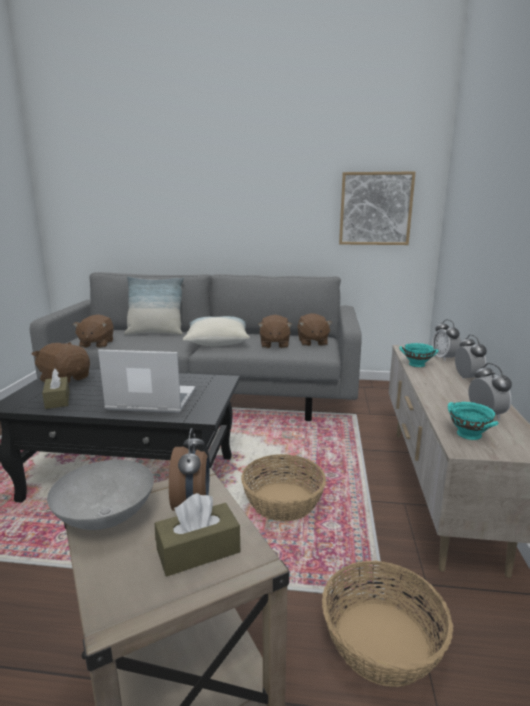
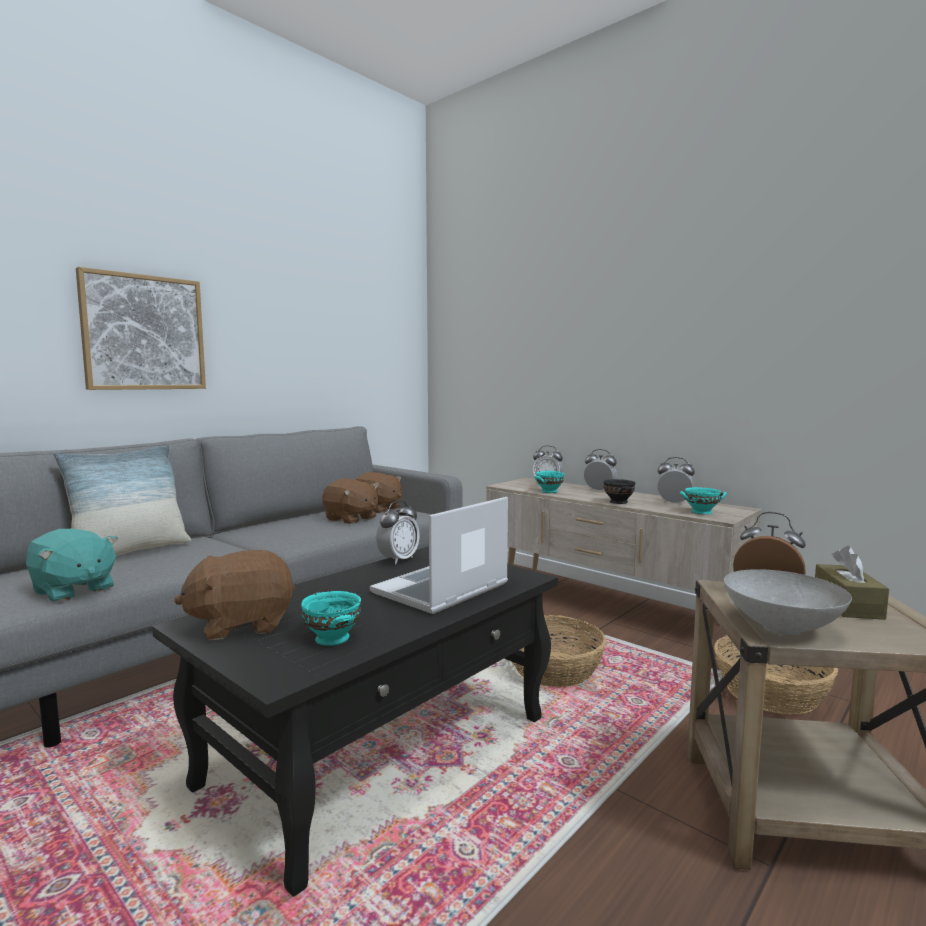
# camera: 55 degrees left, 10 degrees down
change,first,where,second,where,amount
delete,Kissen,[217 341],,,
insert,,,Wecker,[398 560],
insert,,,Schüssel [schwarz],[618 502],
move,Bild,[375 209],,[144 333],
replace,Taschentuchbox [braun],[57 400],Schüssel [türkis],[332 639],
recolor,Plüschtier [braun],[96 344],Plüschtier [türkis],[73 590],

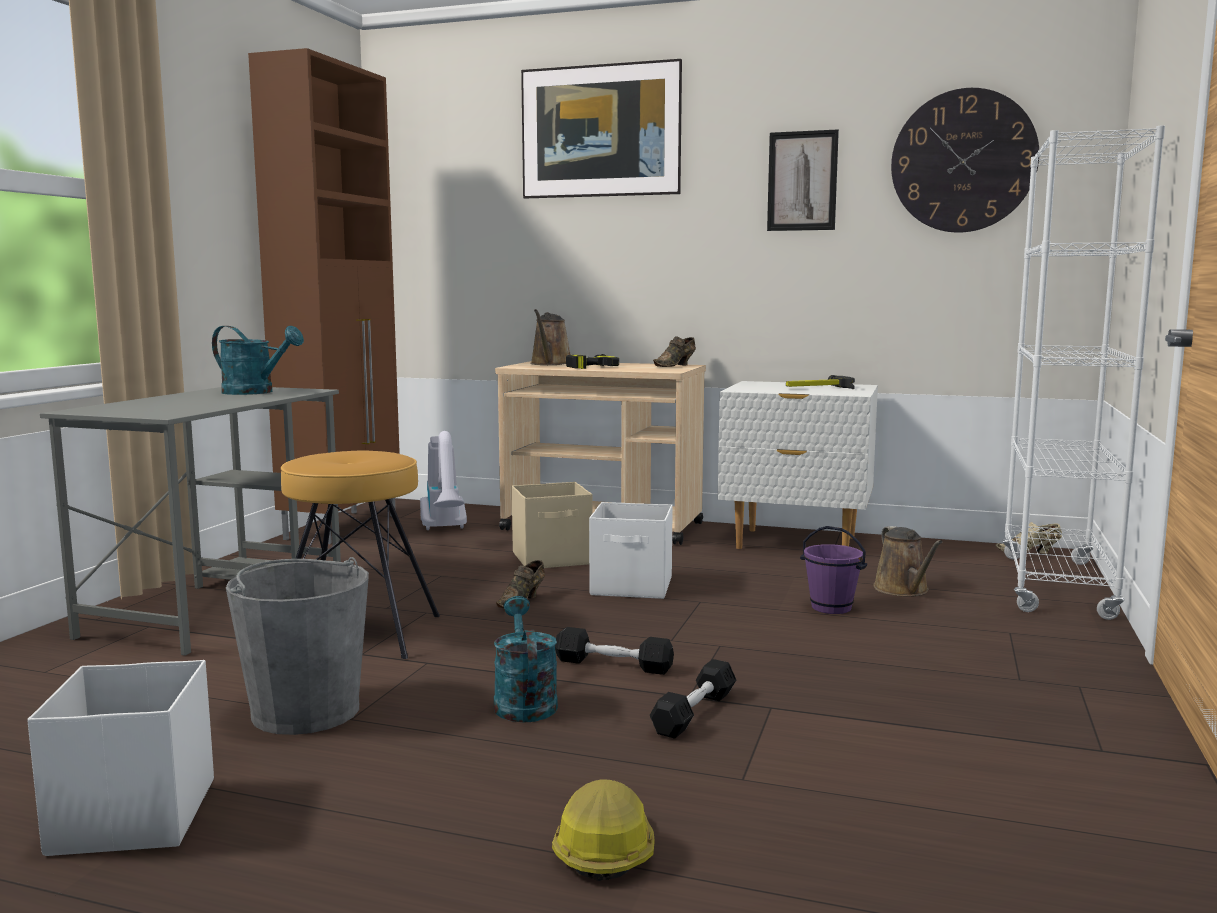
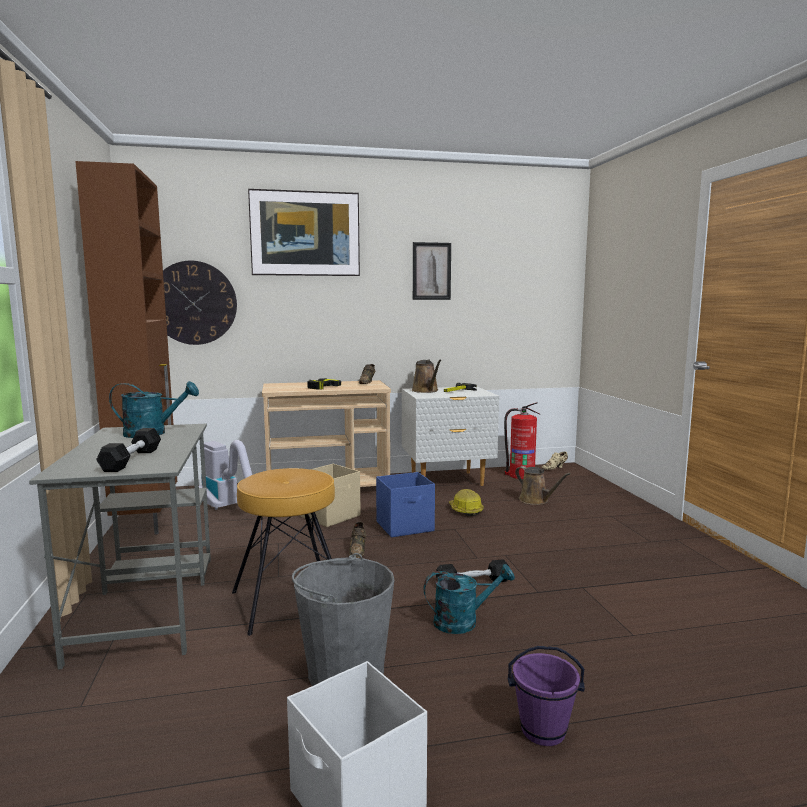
# camera: 30 degrees left, 0 degrees up
change,first,where,second,where,amount
delete,Bücherregal [weiß],[1056 586],,,
insert,,,Feuerlöscher,[521 475],
move,Gießkanne [braun],[550 364],,[426 391],
move,Schutzhelm,[604 848],,[465 510],
move,Hantel [schwarz],[694 713],,[131 460],
move,Eimer [lila],[831 607],,[543 730],
move,Wanduhr,[963 161],,[194 303],
recolor,Aufbewahrungsbox [weiß],[633 587],Aufbewahrungsbox [blau],[405 526],
rotate,Gießkanne [türkis],[523 701],,[463 621],120 degrees clockwise

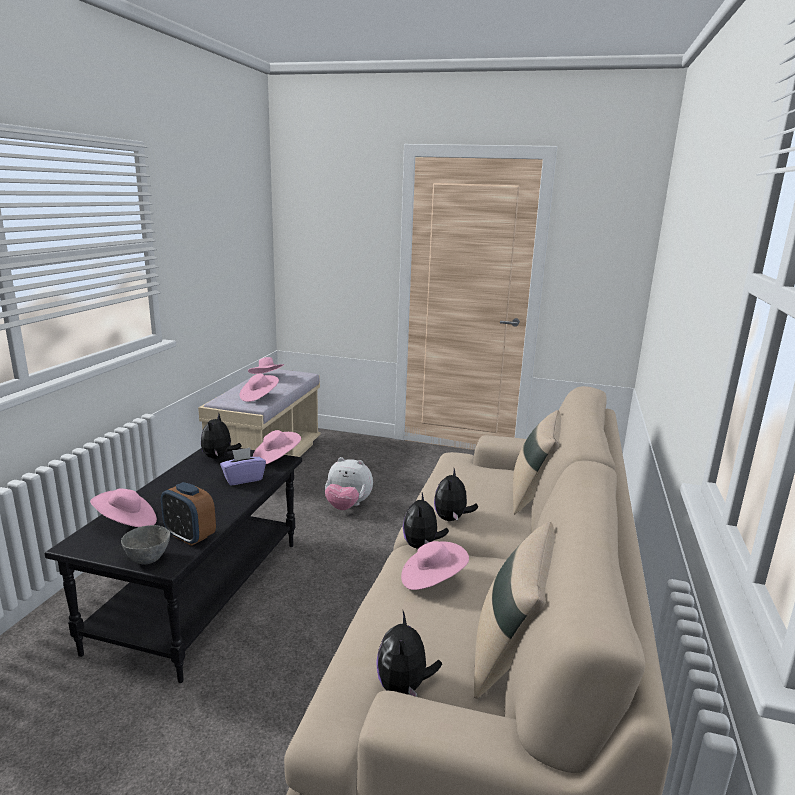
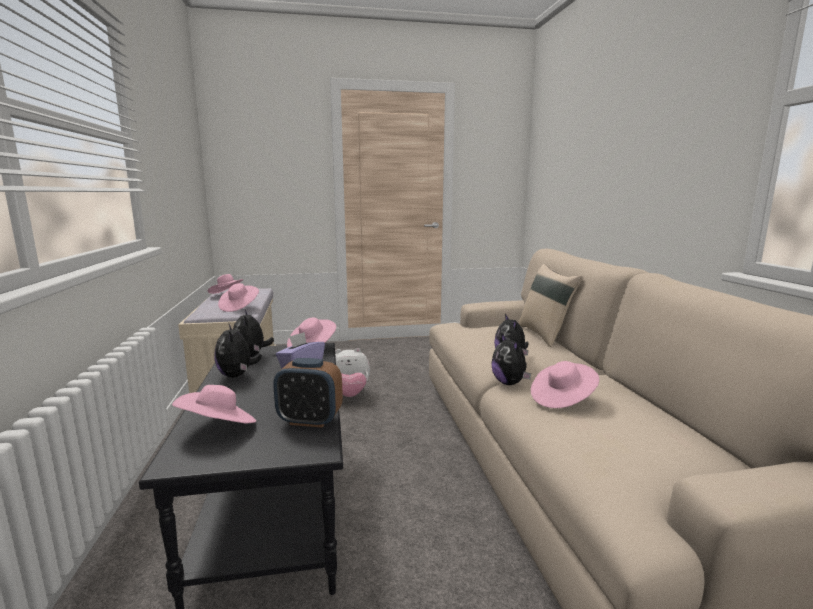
# camera: 25 degrees left, 5 degrees down
change,first,where,second,where,amount
delete,Schüssel [grau],[147 559],,,
delete,Kissen [beige],[511 657],,,
move,Plüschtier,[404 687],,[237 375],

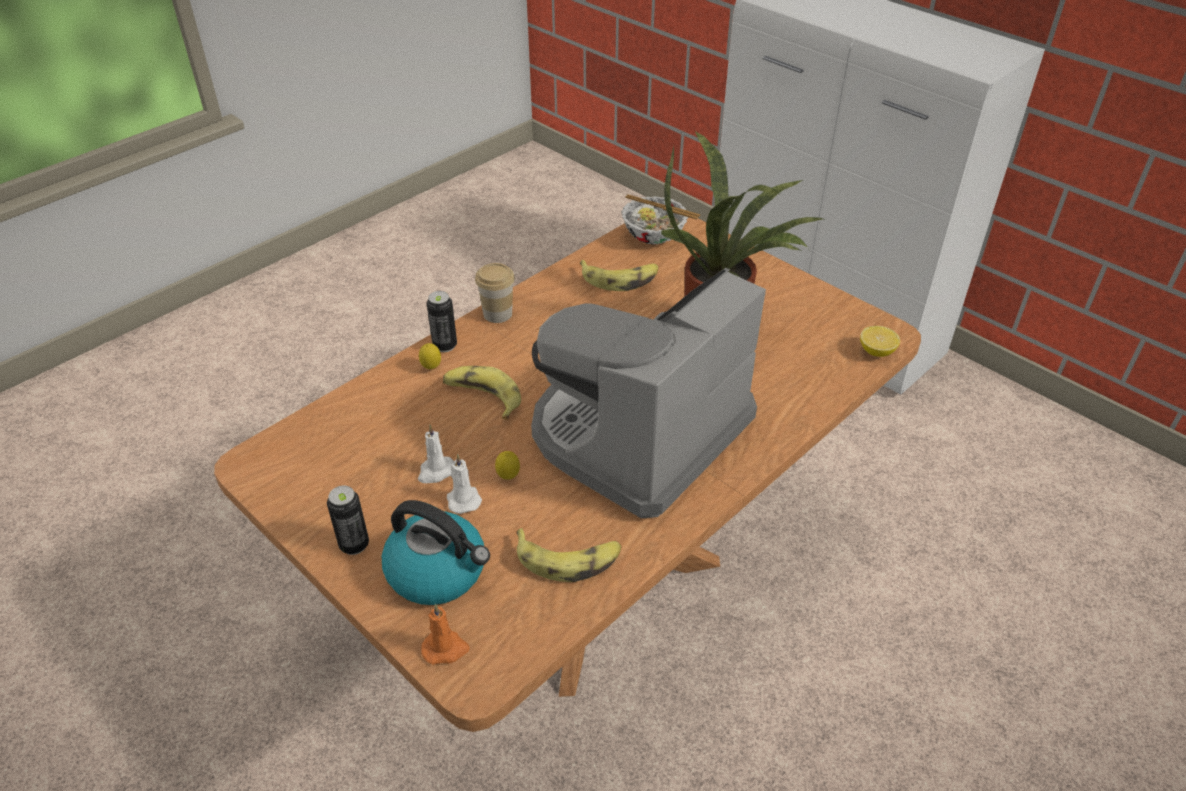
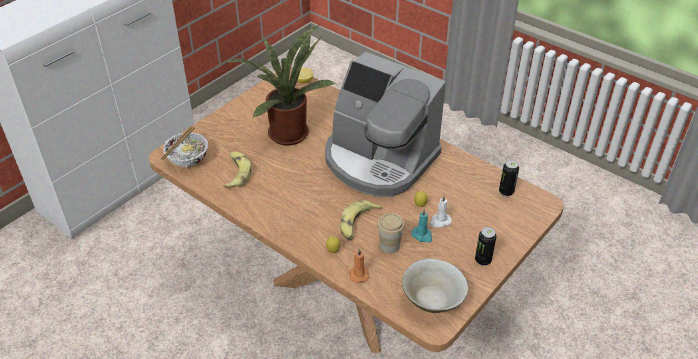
# camera: 95 degrees left, 0 degrees up
change,first,where,second,where,amount
delete,Wasserkessel,[438 571],,,
delete,Banane,[569 559],,,
insert,,,Schüssel [beige],[433 299],
move,Kerze [orange],[446 649],,[358 274],
move,Dose,[445 345],,[506 192],
move,Tasse,[497 314],,[389 245],
recolor,Kerze [weiß],[435 472],Kerze [türkis],[422 235],

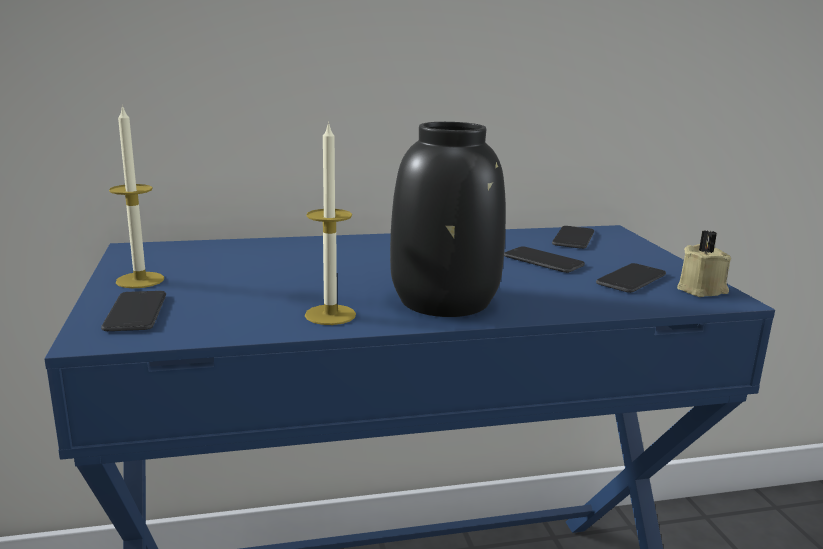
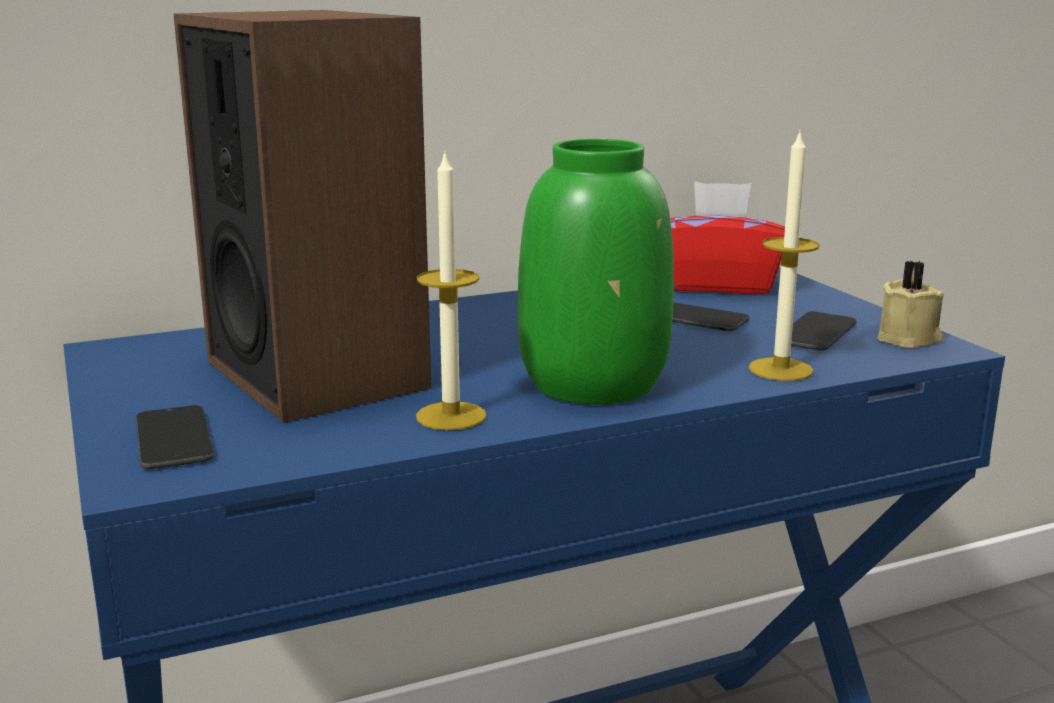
# camera: 10 degrees left, 0 degrees up
change,first,where,second,where,amount
insert,,,Lautsprecher,[317 374],
move,Kerze,[140 280],,[780 369],
replace,Handy,[573 238],Taschentuchbox [rot],[716 284],
recolor,Vase [schwarz],[443 302],Vase [grün],[592 384],

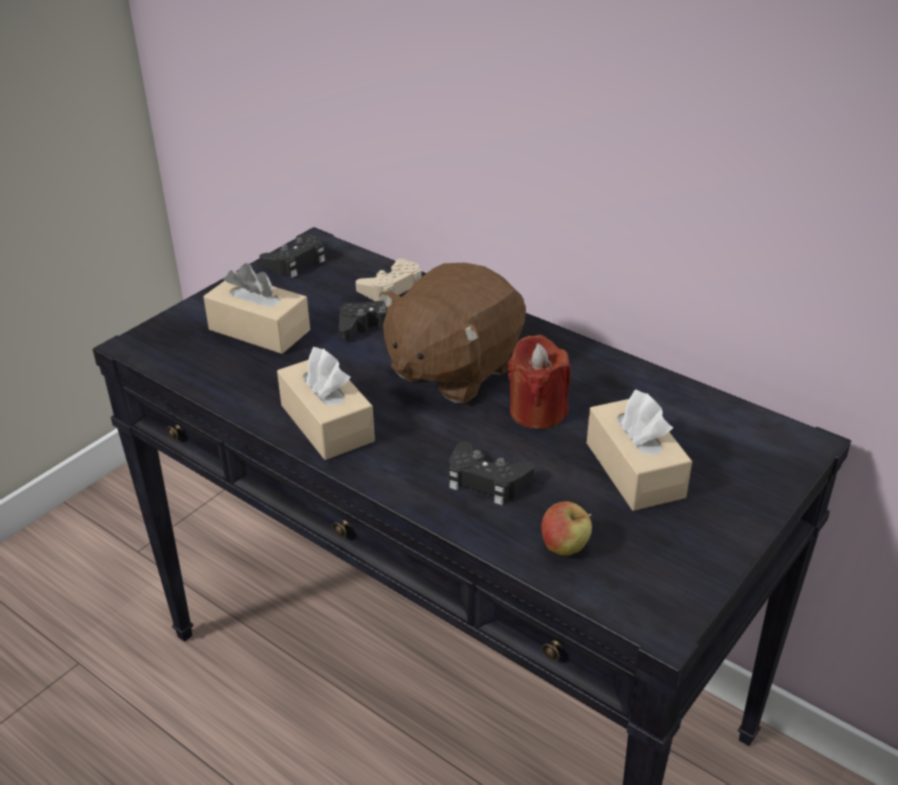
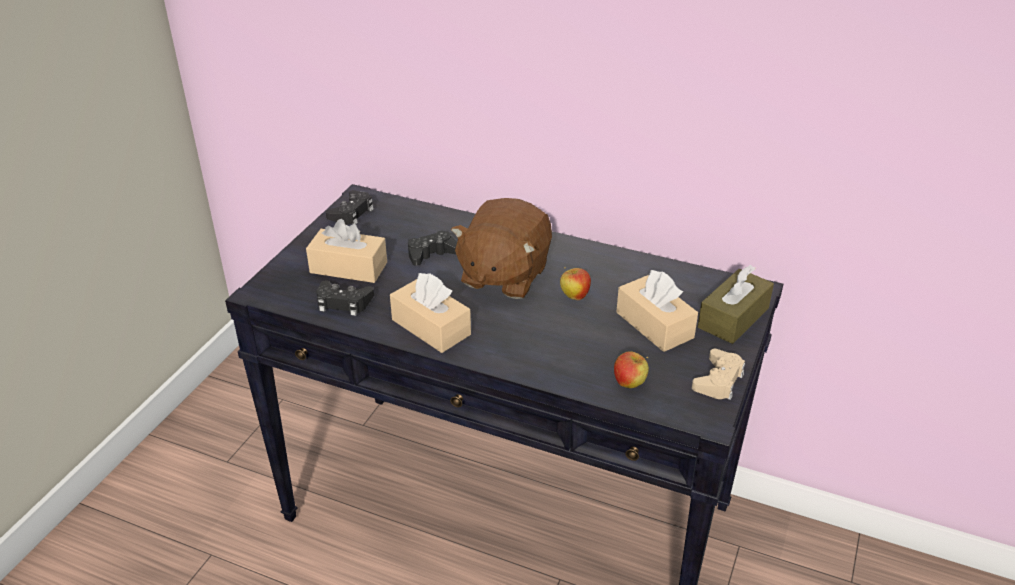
# camera: 15 degrees left, 0 degrees up
change,first,where,second,where,amount
insert,,,Taschentuchbox [braun],[733 318],
move,Gamepad [beige],[392 288],,[718 380],
move,Gamepad [schwarz],[486 480],,[343 303],
replace,Kerze [rot],[537 412],Apfel,[574 296],

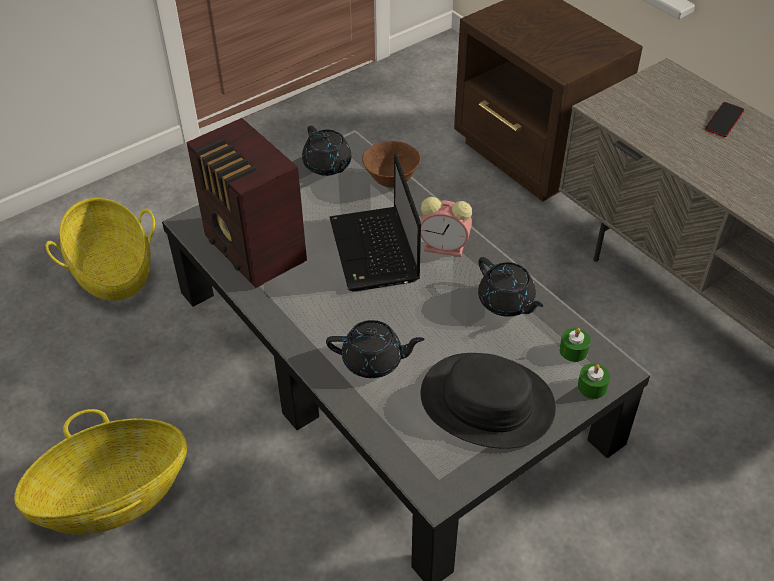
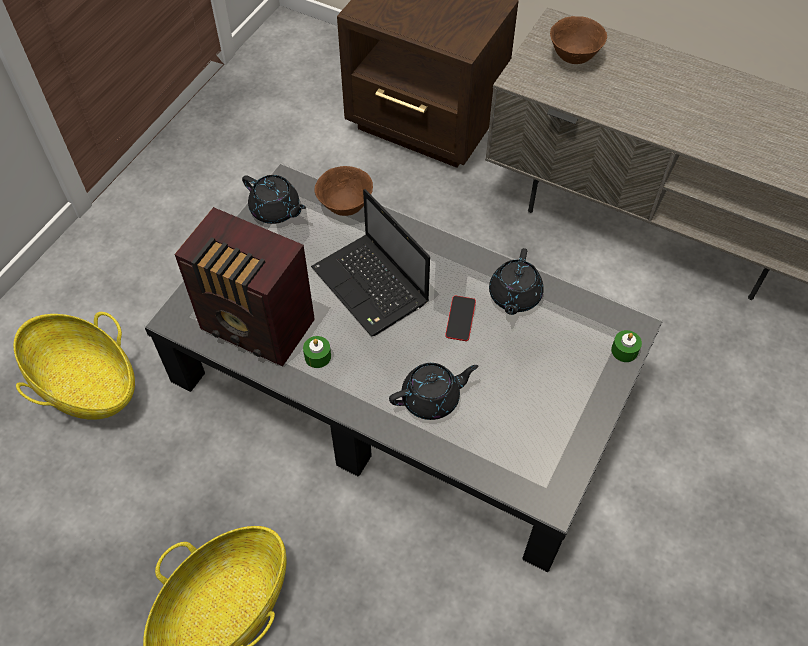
# camera: 25 degrees left, 10 degrees up
change,first,where,second,where,amount
delete,Hut [schwarz],[487 402],,,
delete,Wecker,[446 247],,,
insert,,,Schüssel [braun],[574 57],
move,Kerze [grün],[573 350],,[317 356],
move,Handy,[723 122],,[460 320],
rotate,Teekanne [schwarz],[506 302],,[514 296],75 degrees clockwise

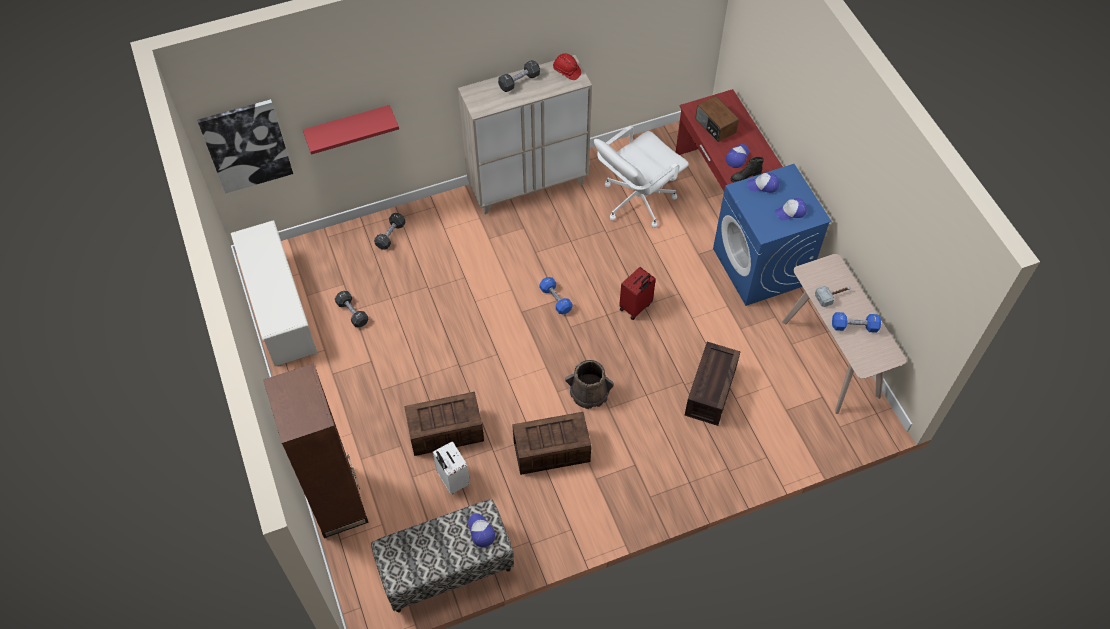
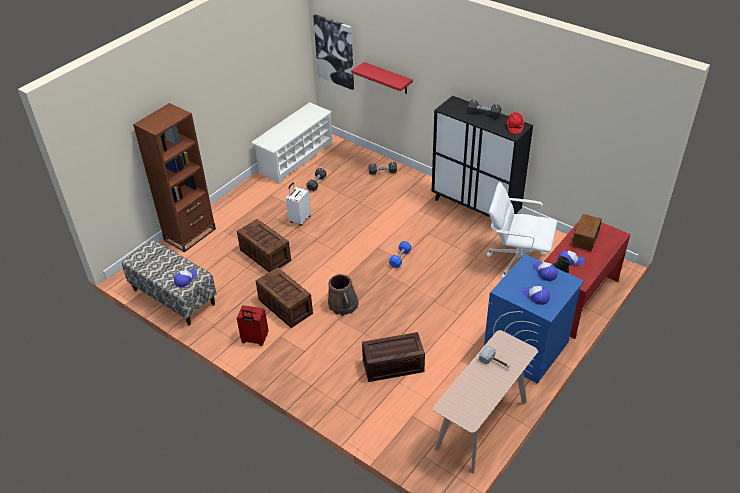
# camera: 60 degrees right, 15 degrees down
change,first,where,second,where,amount
delete,Hantel [blau],[854 326],,,
move,Koffer [weiß],[452 480],,[299 219],
move,Koffer [rot],[636 307],,[254 340],
recolor,Schrank [beige],[528 185],Schrank [schwarz],[475 208],

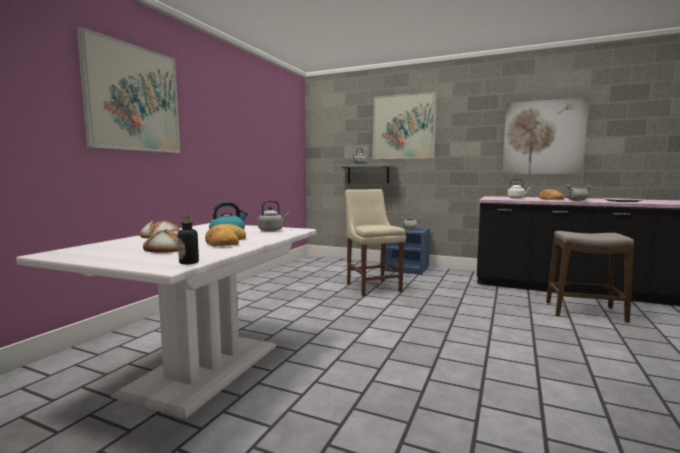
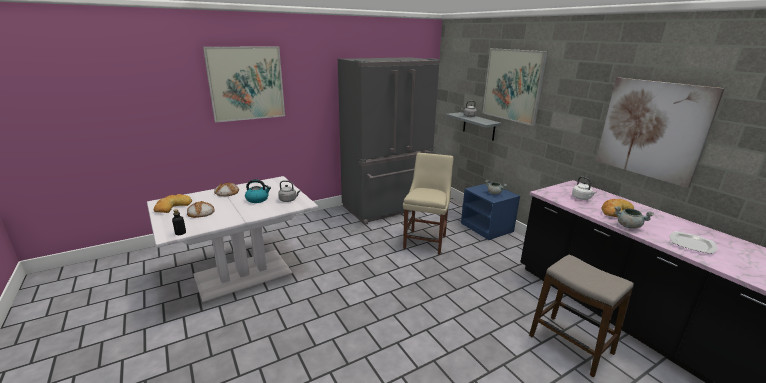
# camera: 35 degrees right, 15 degrees up
change,first,where,second,where,amount
insert,,,Kühlschrank [grau],[387 208],
move,Brot,[224 242],,[172 206],

